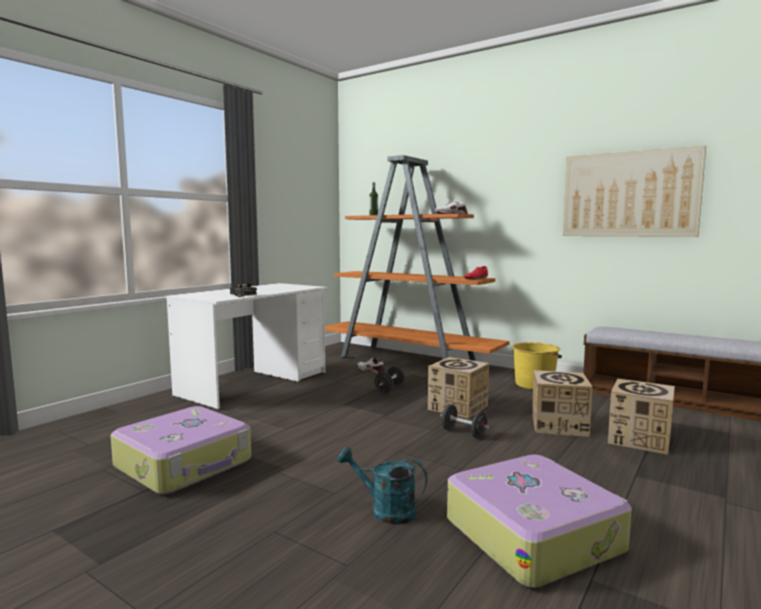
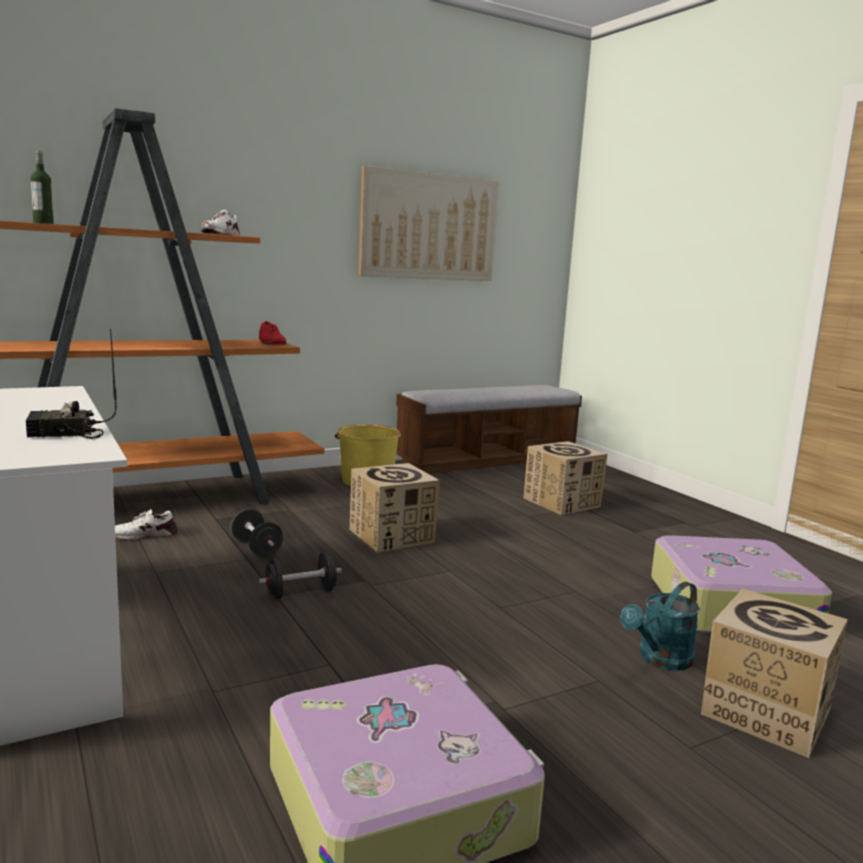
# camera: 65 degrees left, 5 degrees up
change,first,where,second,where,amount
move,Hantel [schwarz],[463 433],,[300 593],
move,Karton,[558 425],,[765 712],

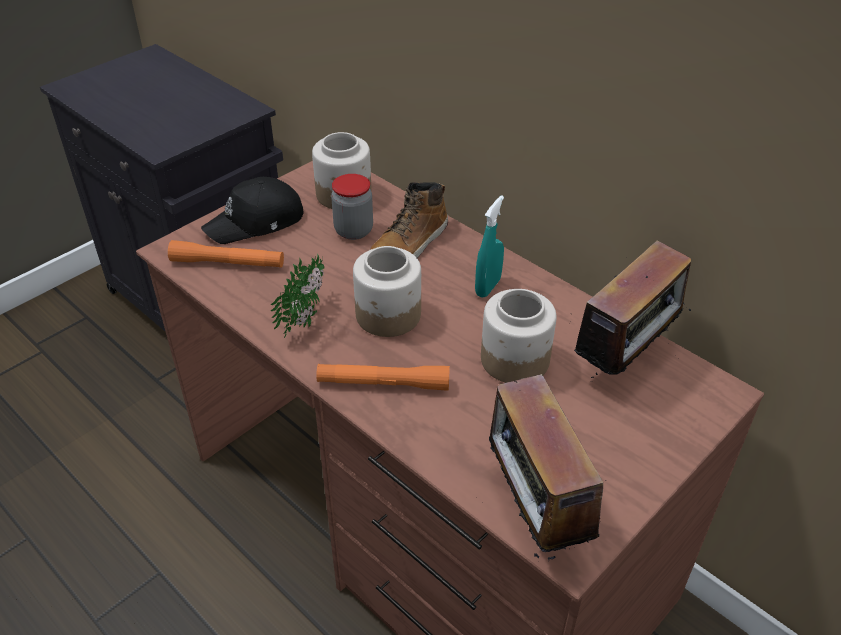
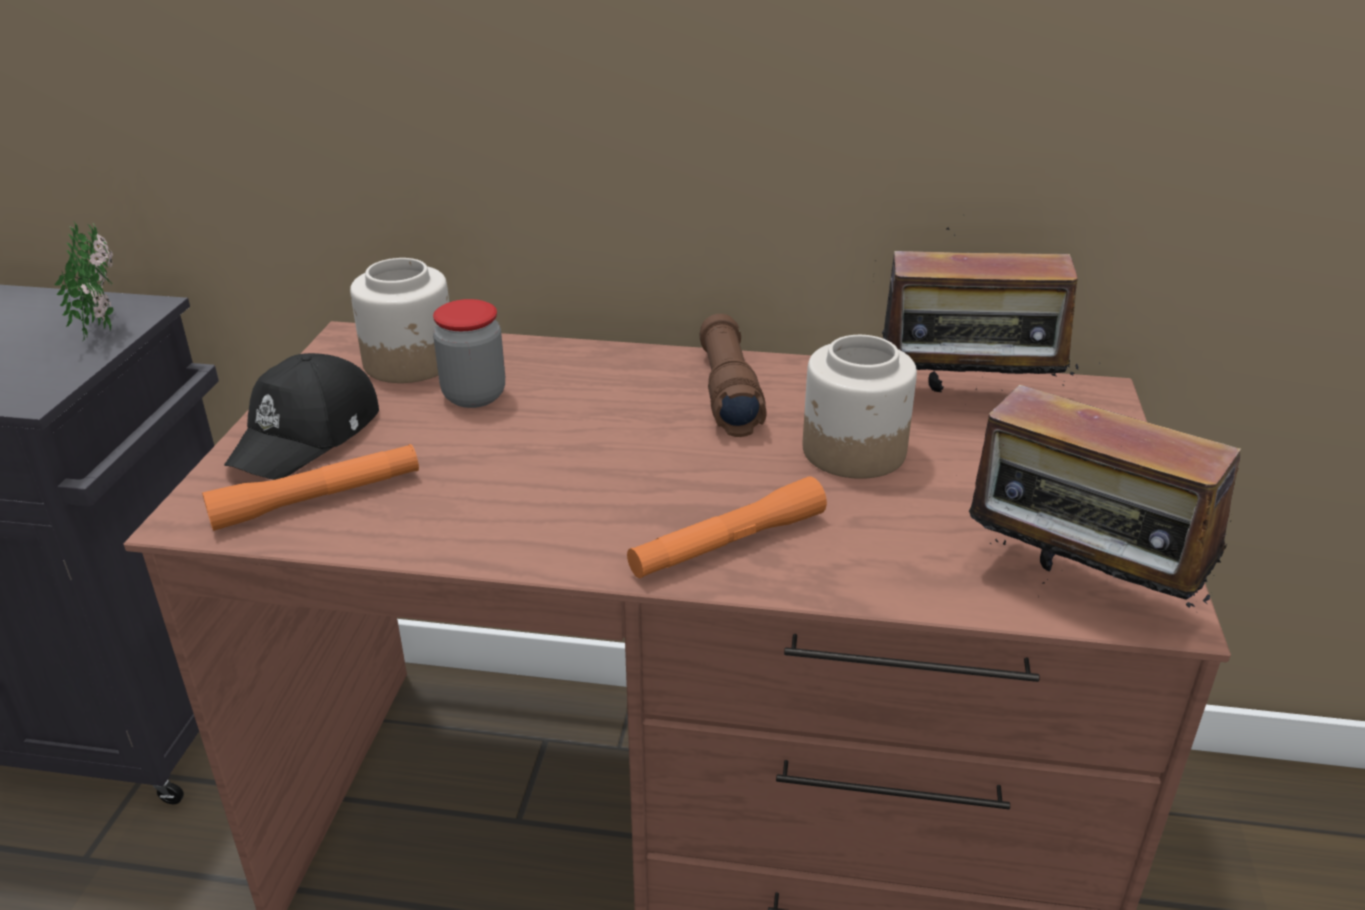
# camera: 35 degrees left, 10 degrees down
change,first,where,second,where,amount
delete,Vorratsglas,[388 315],,,
delete,Stiefel,[410 244],,,
move,Topfpflanze,[308 319],,[103 325],
replace,Sprühflasche [türkis],[488 287],Taschenlampe [braun],[728 392],
rotate,Radio,[625 358],,[967 401],90 degrees clockwise

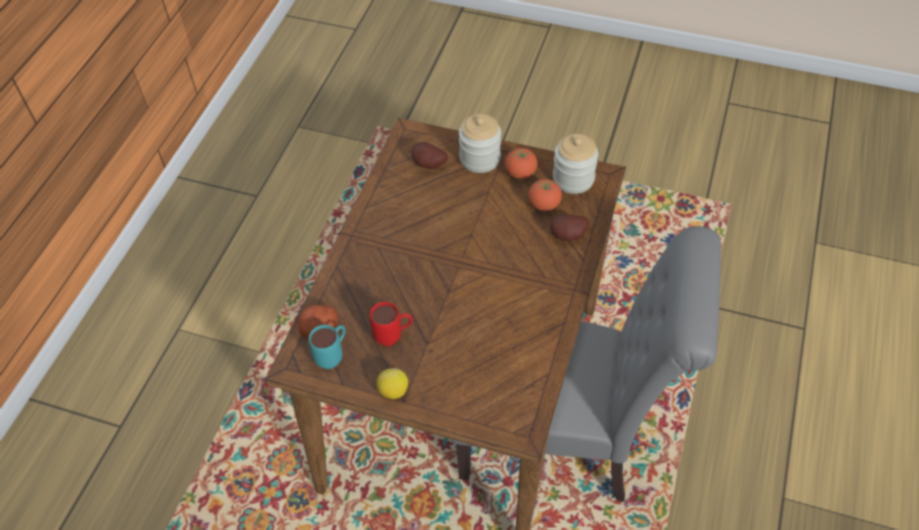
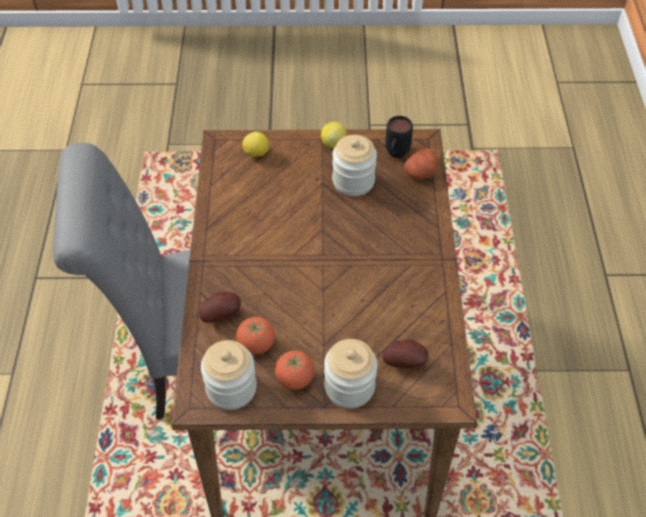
# camera: 160 degrees right, 0 degrees up
change,first,where,second,where,amount
insert,,,Zitrone,[256 154],
replace,Henkelbecher [rot],[393 337],Vorratsglas,[353 181],
recolor,Henkelbecher [türkis],[333 356],Henkelbecher [schwarz],[395 155],

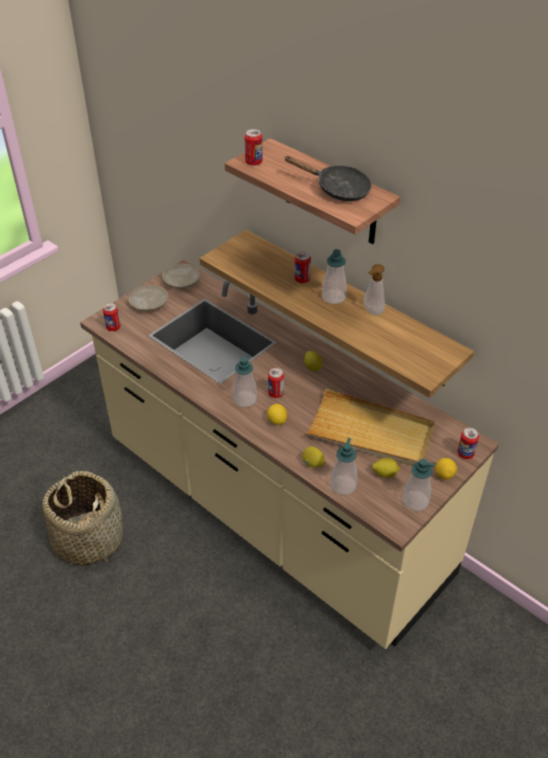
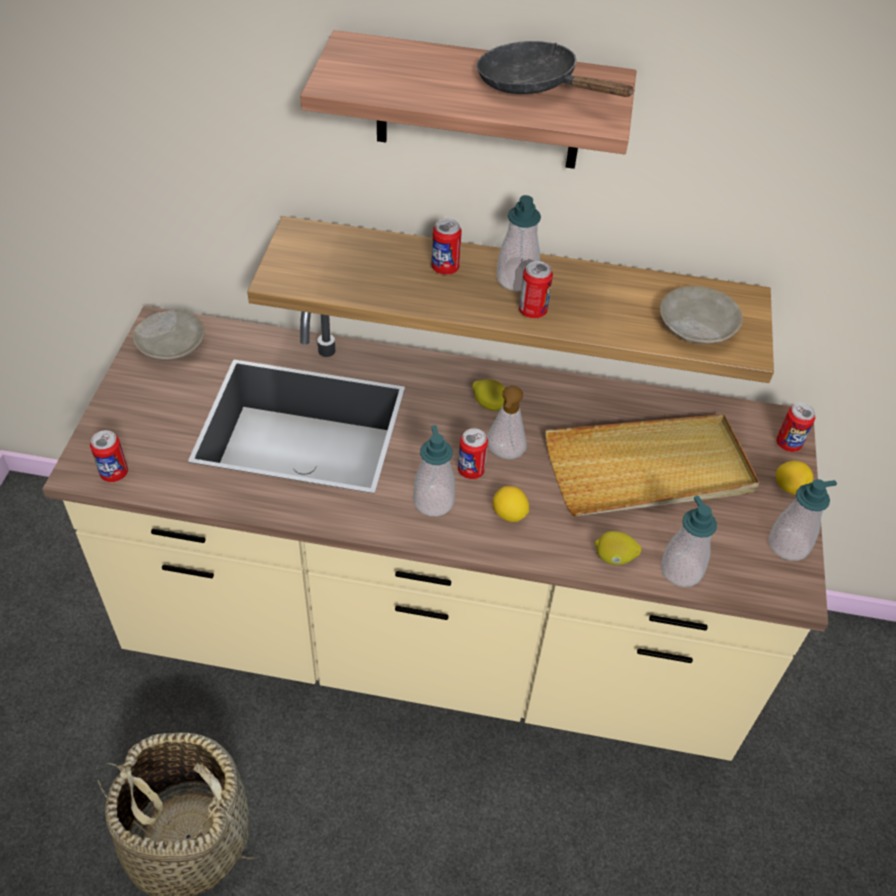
# camera: 35 degrees left, 5 degrees up
change,first,where,second,where,amount
delete,Zitrone,[385 474],,,
move,Teller [beige],[148 303],,[696 326],
move,Dose,[253 162],,[532 311],
move,Seifenspender,[372 312],,[504 455],
rotate,Pfanne [schwarz],[337 189],,[535 86],135 degrees counterclockwise

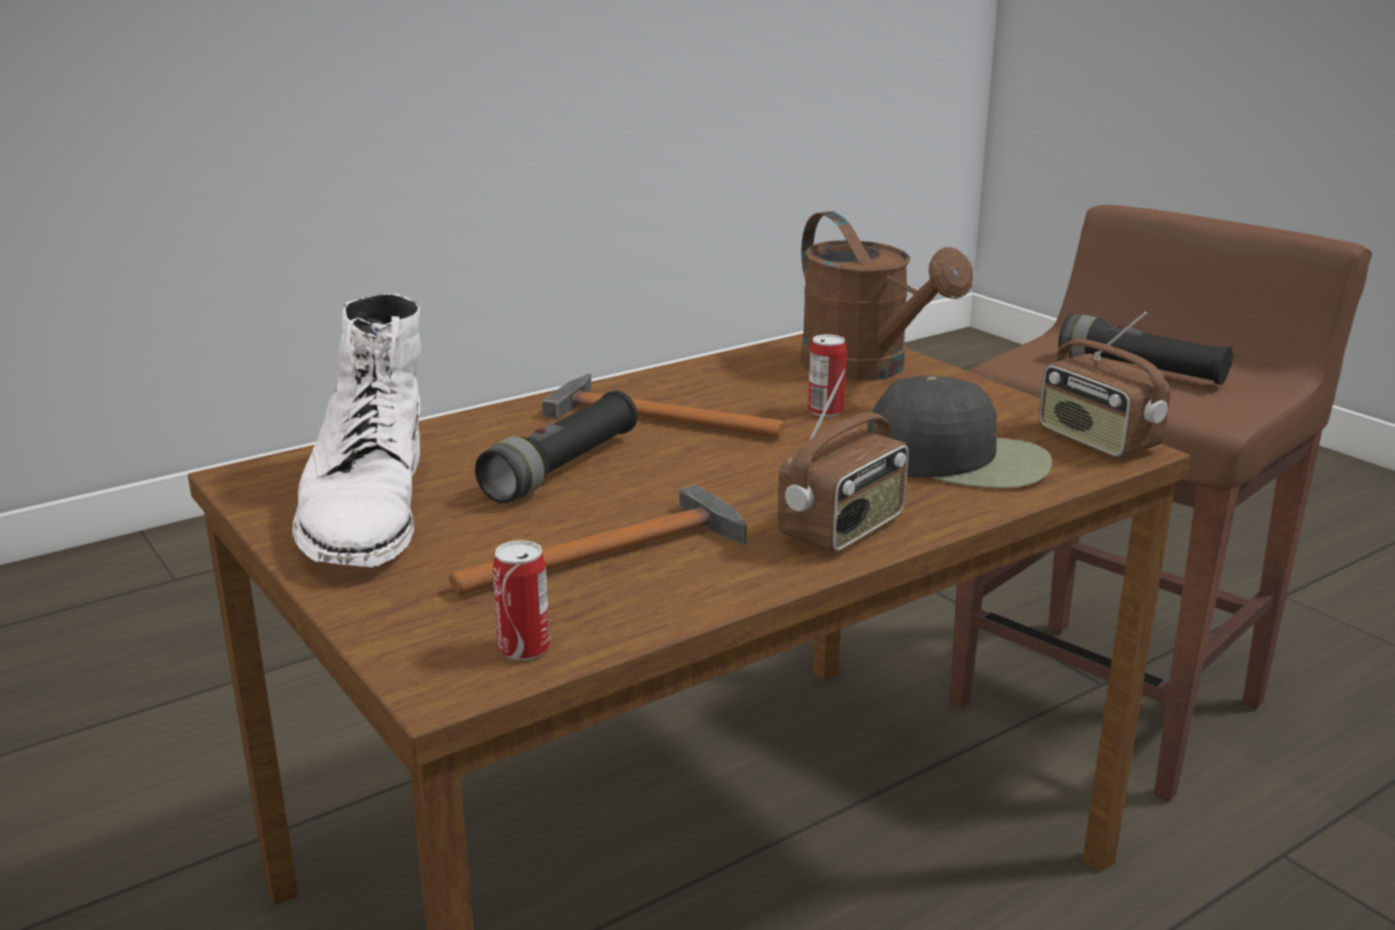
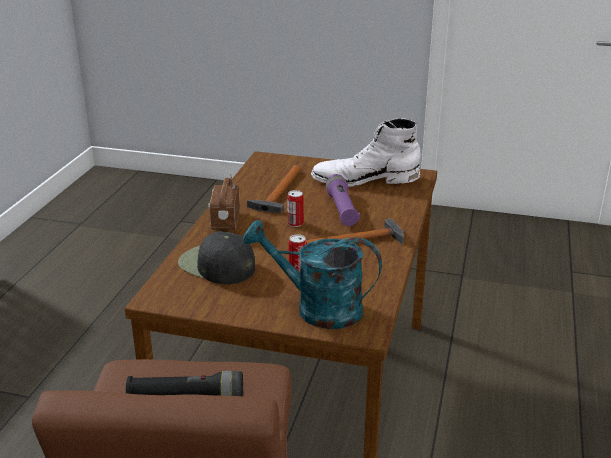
# camera: 140 degrees right, 5 degrees up
change,first,where,second,where,amount
delete,Radio,[1096 441],,,
move,Dose,[524 648],,[295 223],
recolor,Taschenlampe [schwarz],[562 468],Taschenlampe [lila],[341 209],
recolor,Gießkanne [braun],[867 369],Gießkanne [türkis],[317 308],
rotate,Stiefel [weiß],[367 509],,[365 179],45 degrees counterclockwise
rotate,Kappe [schwarz],[960 459],,[216 265],60 degrees clockwise

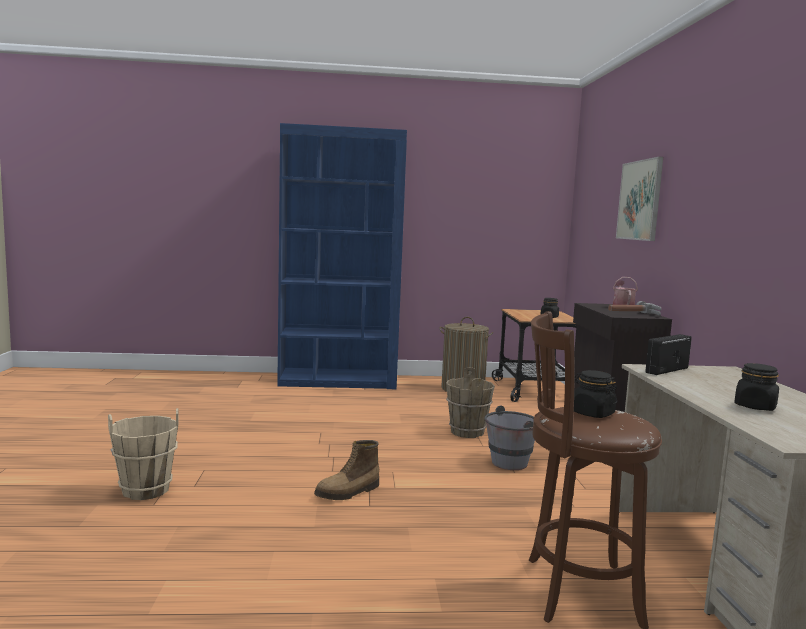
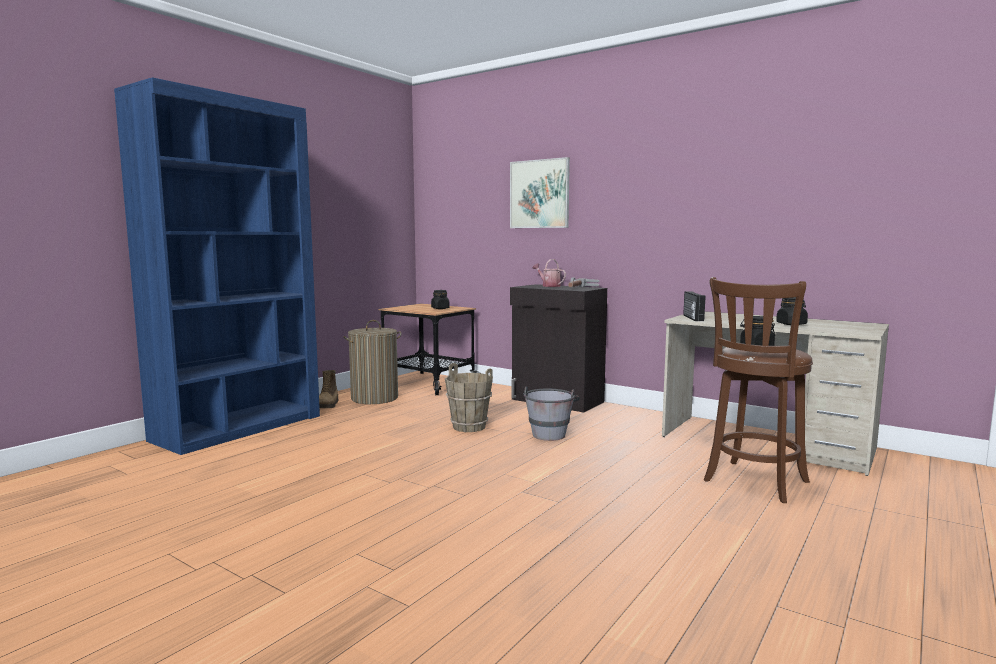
# camera: 50 degrees left, 0 degrees up
change,first,where,second,where,amount
delete,Eimer [beige],[145 490],,,
move,Stiefel,[348 492],,[327 405],

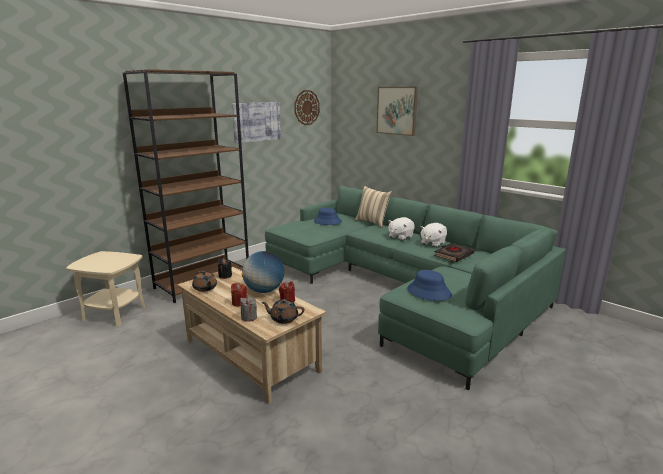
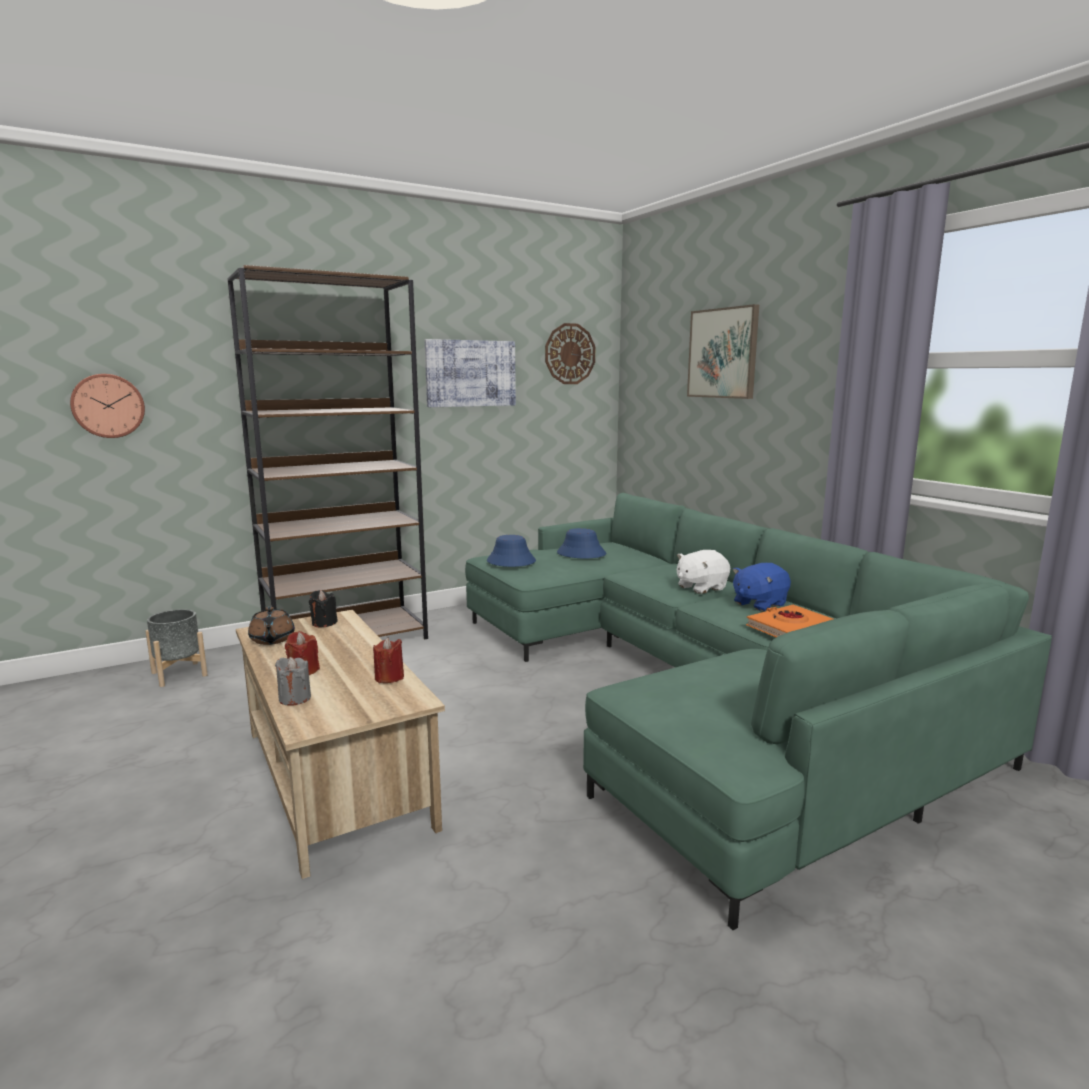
# camera: 15 degrees right, 5 degrees down
change,first,where,second,where,amount
delete,Globus,[264 290],,,
delete,Teekanne [braun],[283 319],,,
delete,Kissen [beige],[373 222],,,
insert,,,Wanduhr,[108 405],
move,Hut [blau],[428 292],,[510 561],
replace,Beistelltisch [beige],[115 313],Pflanzkübel [grau],[179 674],
recolor,Plüschtier [weiß],[432 243],Plüschtier [blau],[759 604],
recolor,Buch [schwarz],[453 255],Buch [orange],[790 629],

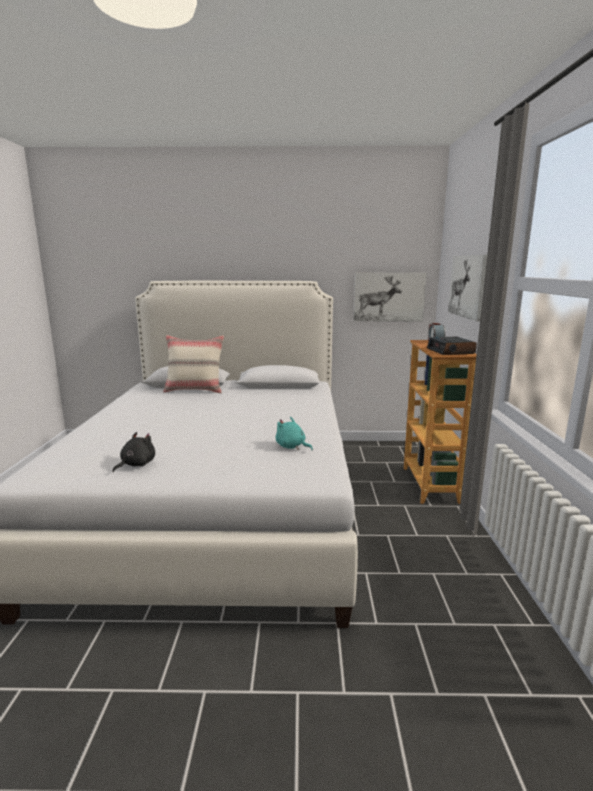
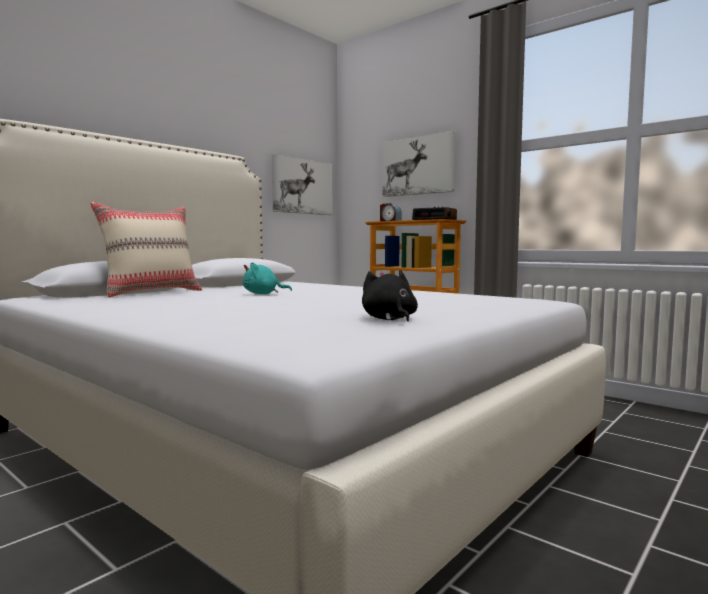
# camera: 50 degrees left, 10 degrees down
change,first,where,second,where,amount
move,Plüschtier [türkis],[292 447],,[263 294],

